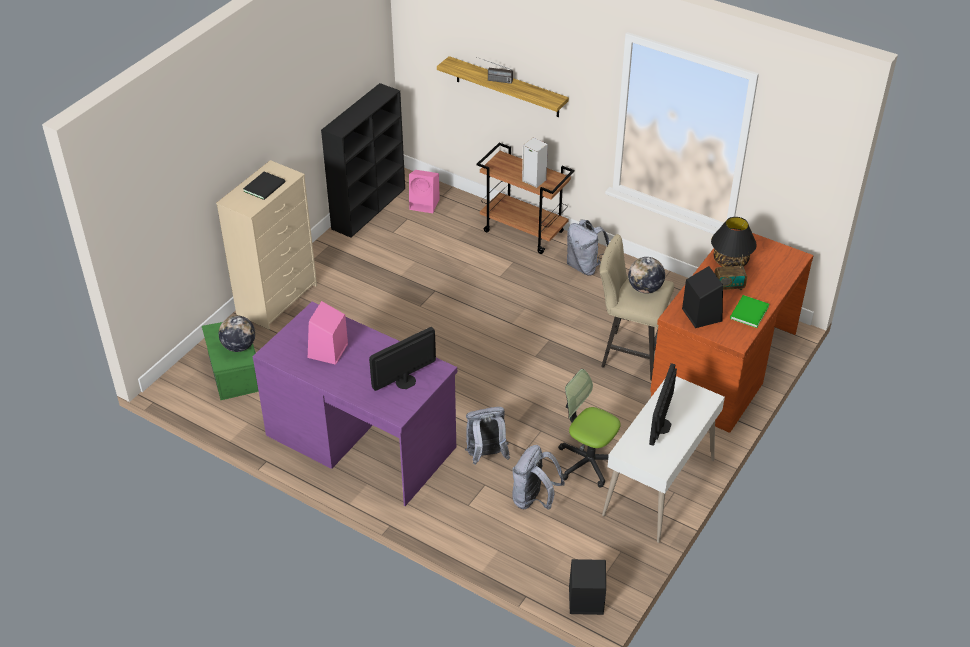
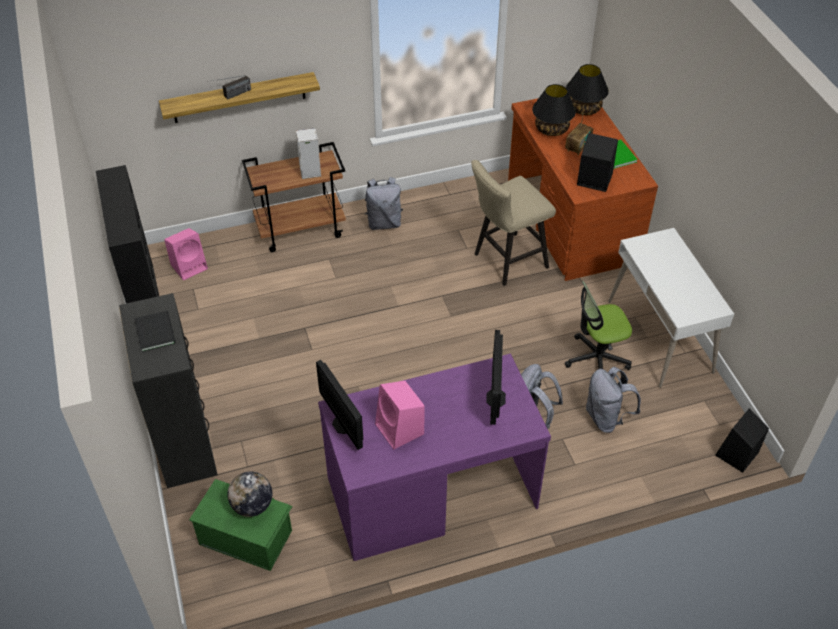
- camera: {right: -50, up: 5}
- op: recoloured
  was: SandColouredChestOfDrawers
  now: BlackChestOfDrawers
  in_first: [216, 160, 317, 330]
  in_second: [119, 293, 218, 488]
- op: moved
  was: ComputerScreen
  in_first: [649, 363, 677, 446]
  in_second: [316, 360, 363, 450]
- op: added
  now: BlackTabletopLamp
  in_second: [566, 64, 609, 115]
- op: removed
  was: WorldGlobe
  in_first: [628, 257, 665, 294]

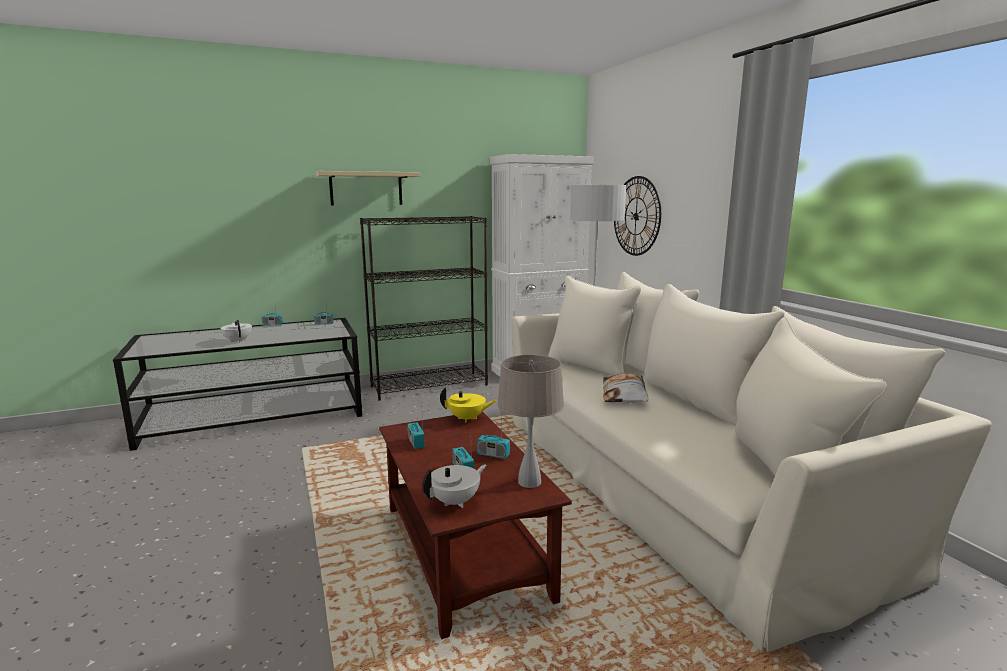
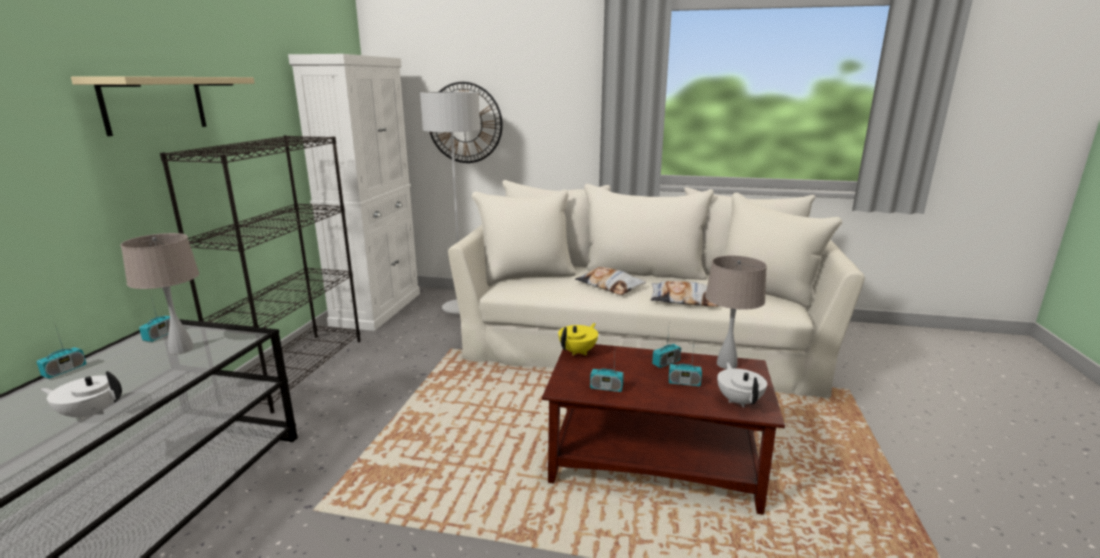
- camera: {right: -55, up: 5}
- op: added
  now: SandColouredTabletopLamp
  in_second: [120, 233, 199, 354]
- op: added
  now: Pillow
  in_second: [651, 281, 718, 306]

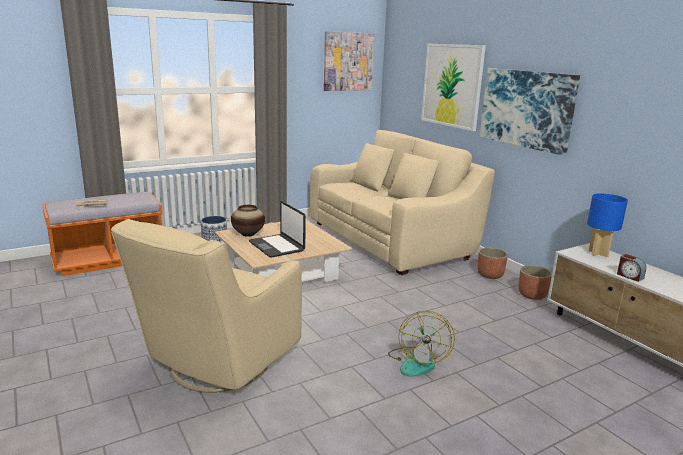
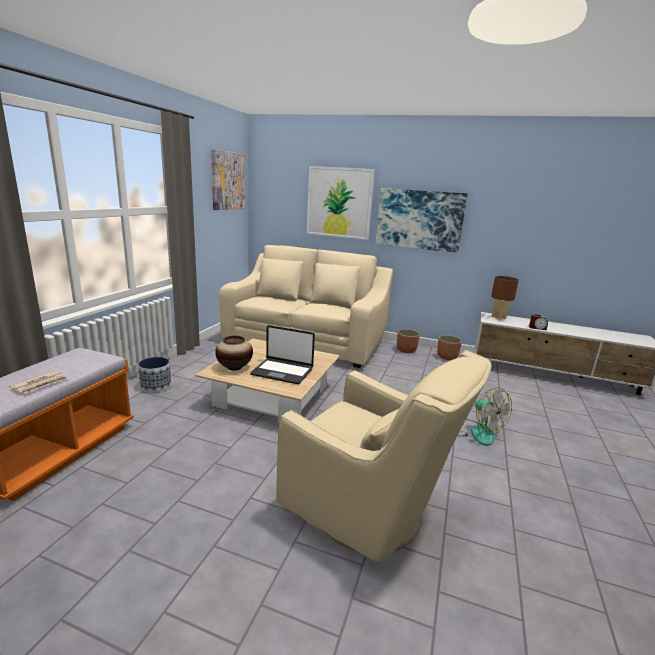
- camera: {right: -40, up: 0}
- op: turned
  was: SandColouredArmchair
  in_first: [111, 219, 302, 393]
  in_second: [276, 350, 492, 562]
  clockwise: -45
- op: recoloured
  was: BlueTabletopLamp
  now: BrownColouredTabletopLamp
  in_first: [587, 193, 628, 257]
  in_second: [491, 276, 519, 320]

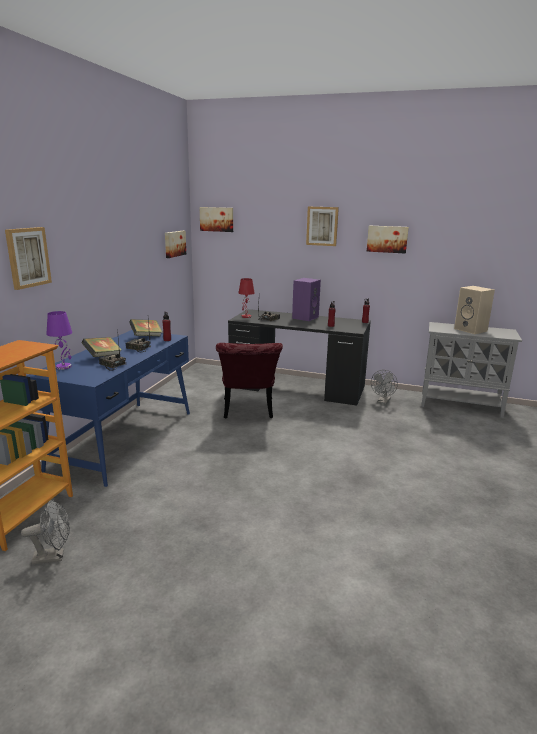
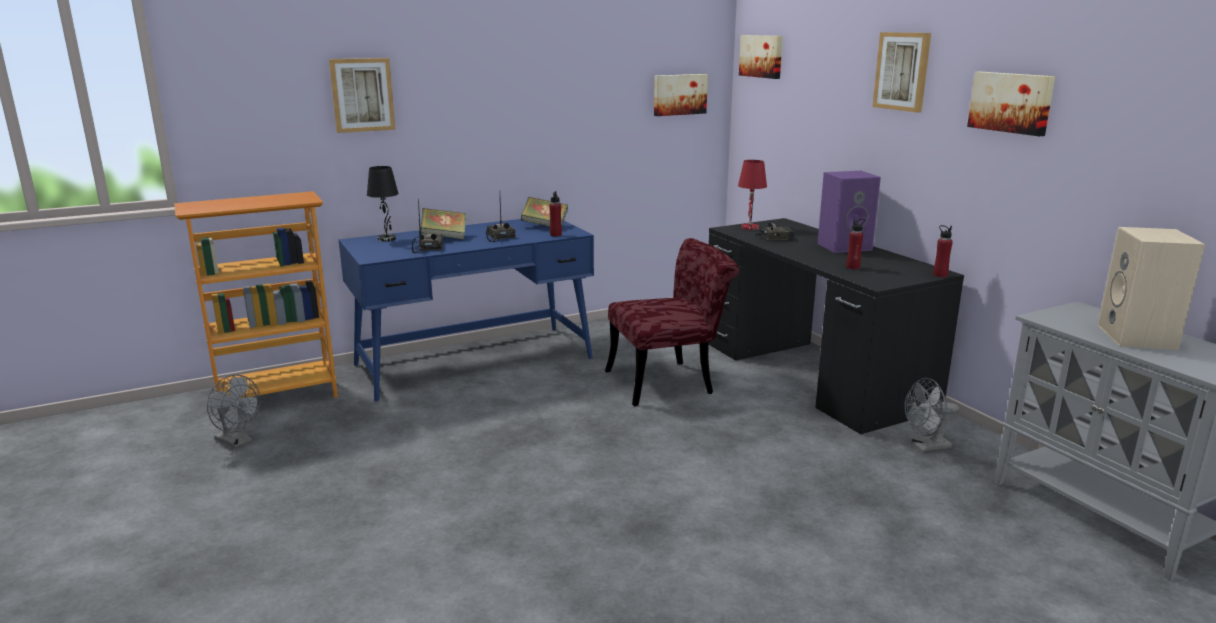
- camera: {right: 45, up: 0}
- op: recoloured
  was: PurpleTabletopLamp
  now: BlackTabletopLamp
  in_first: [46, 311, 72, 370]
  in_second: [367, 166, 399, 241]
- op: turned
  was: RedUprightChair
  in_first: [216, 343, 283, 418]
  in_second: [605, 238, 739, 406]
  clockwise: -150

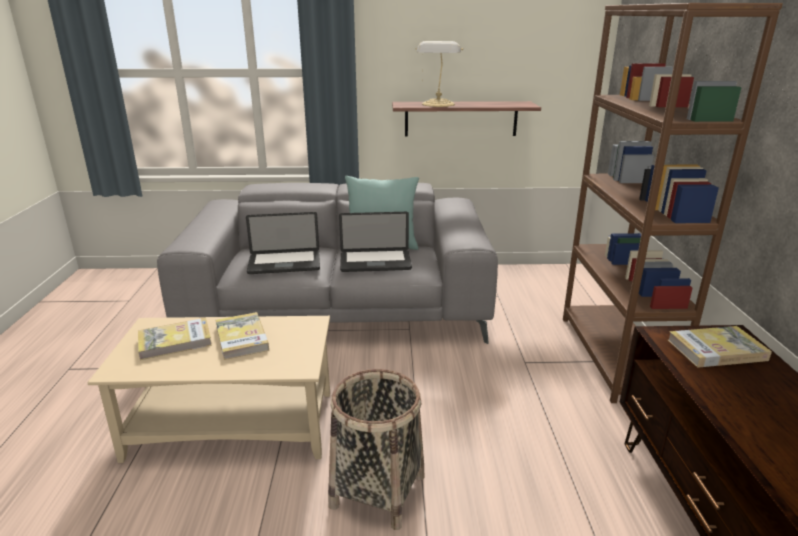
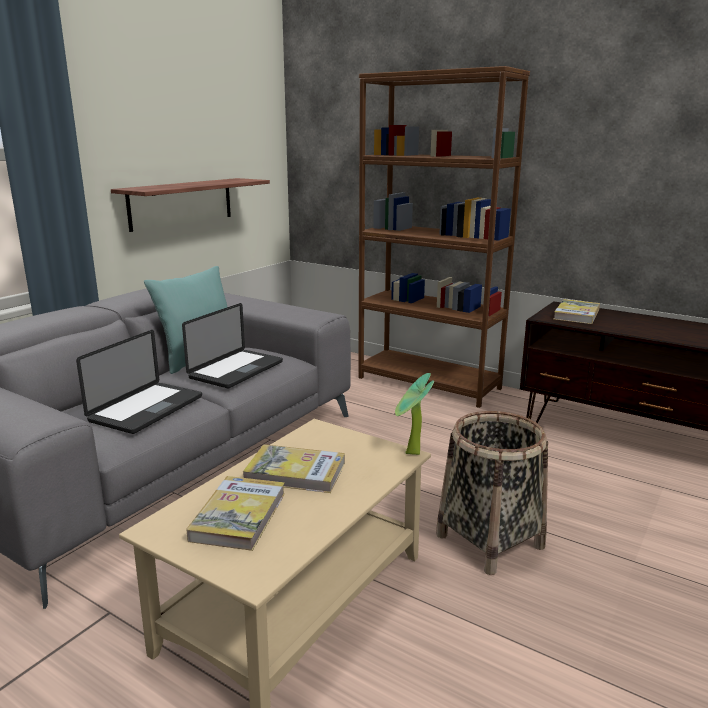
- camera: {right: -55, up: -5}
- op: added
  now: PlantInAPot
  in_second: [395, 373, 434, 455]
- op: removed
  was: TabletopLamp
  in_first: [415, 41, 464, 107]

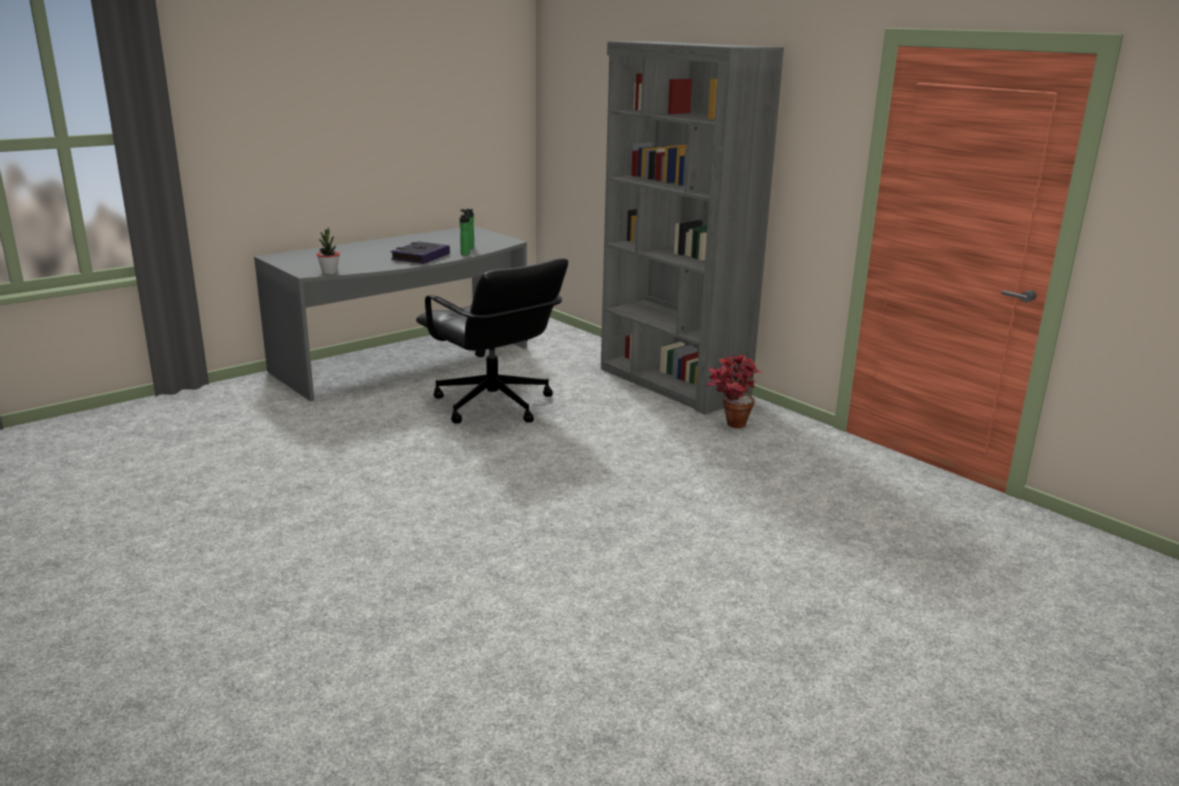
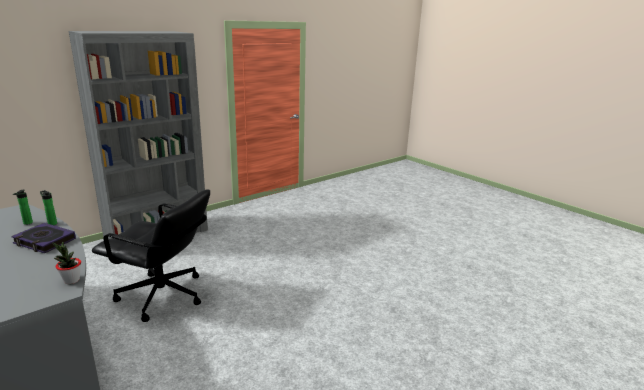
- camera: {right: -90, up: 0}
- op: turned
  was: BlackDeskChair
  in_first: [416, 258, 568, 424]
  in_second: [92, 189, 210, 322]
  clockwise: 60
- op: removed
  was: PlantInAPot
  in_first: [706, 355, 763, 428]

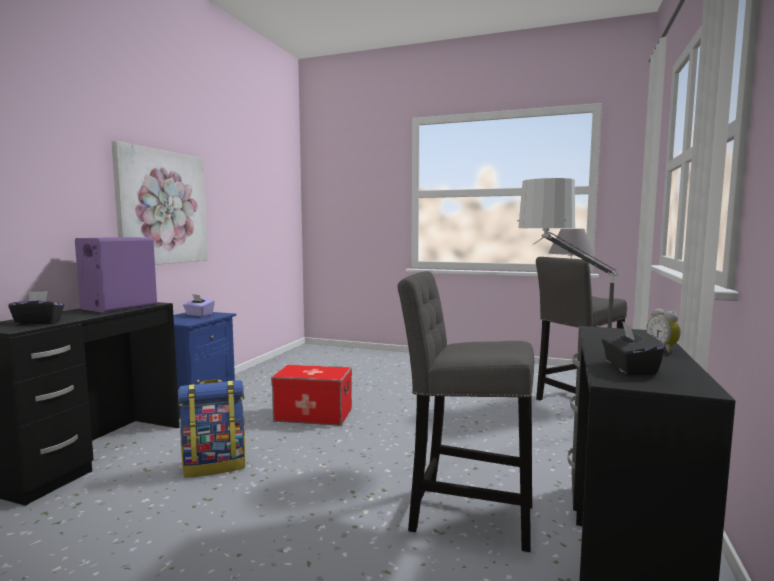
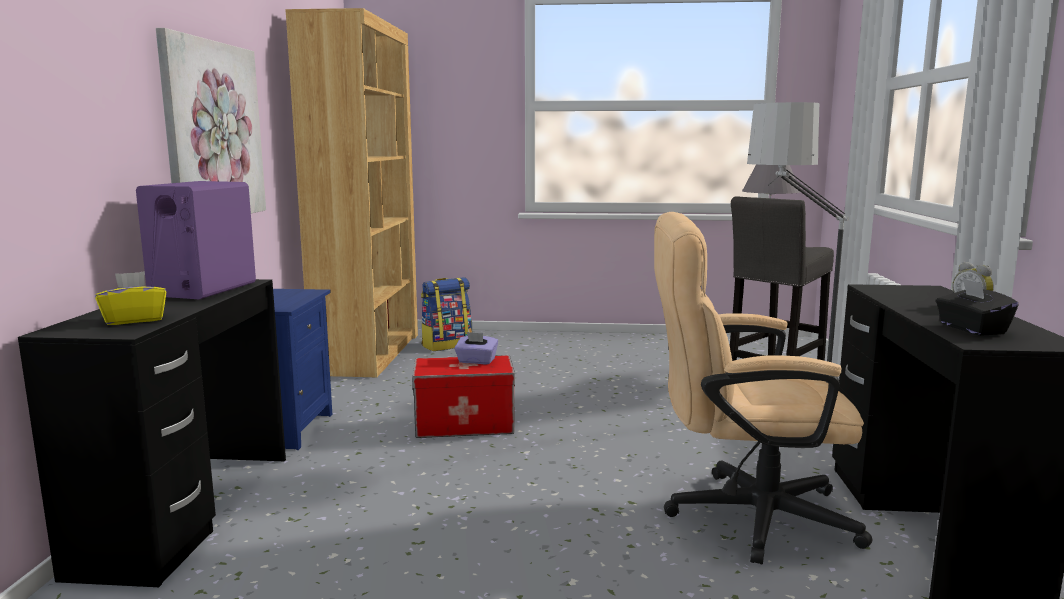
- camera: {right: -15, up: 5}
- op: recoloured
  was: BlackBoxOfTissues
  now: YellowishBoxOfTissues
  in_first: [8, 291, 64, 325]
  in_second: [95, 271, 166, 325]
- op: added
  now: BrownColouredBookcase
  in_second: [285, 8, 418, 377]
- op: moved
  was: Knapsack
  in_first: [178, 379, 246, 478]
  in_second: [421, 277, 472, 351]
- op: moved
  was: PurpleBoxOfTissues
  in_first: [183, 294, 215, 317]
  in_second: [454, 332, 499, 364]
- op: replaced
  was: GreyStoolSeat
  now: SandColouredDeskChair
  in_first: [398, 271, 534, 552]
  in_second: [654, 212, 872, 564]

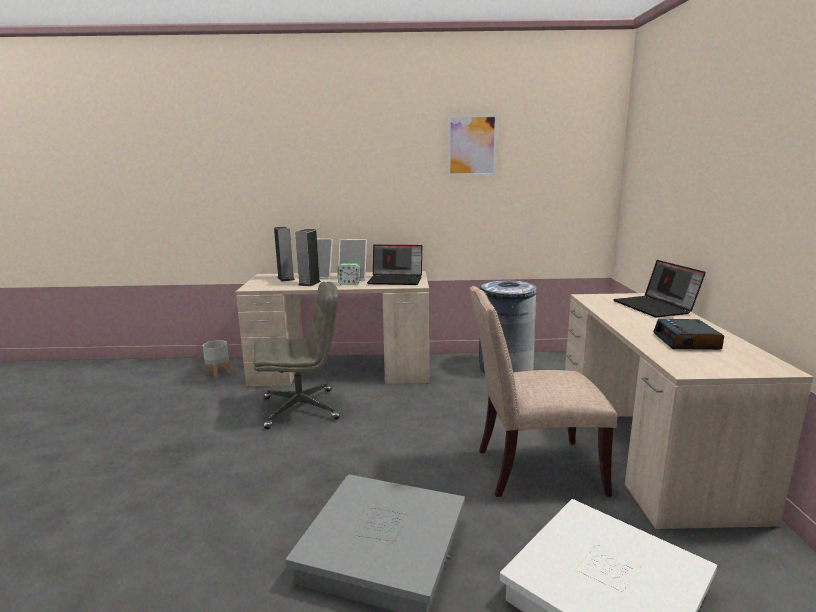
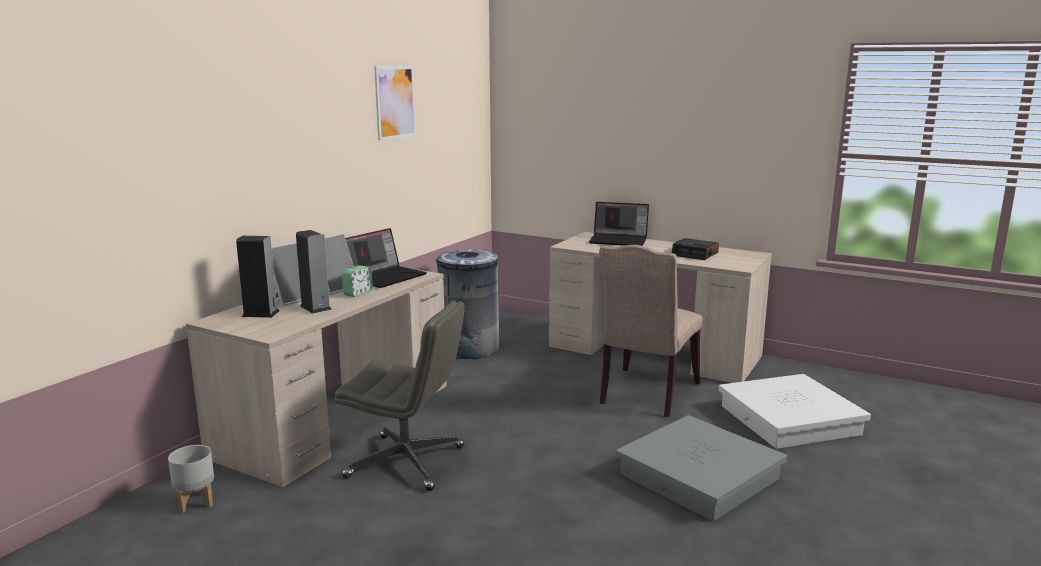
- camera: {right: -60, up: 0}
- op: turned
  was: GreyDeskChair
  in_first: [254, 282, 340, 429]
  in_second: [334, 301, 464, 491]
  clockwise: 90

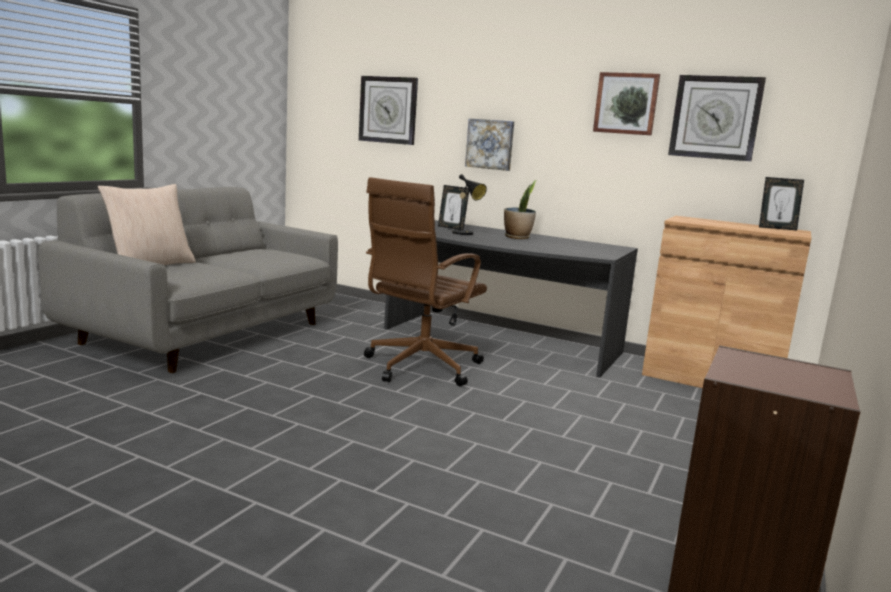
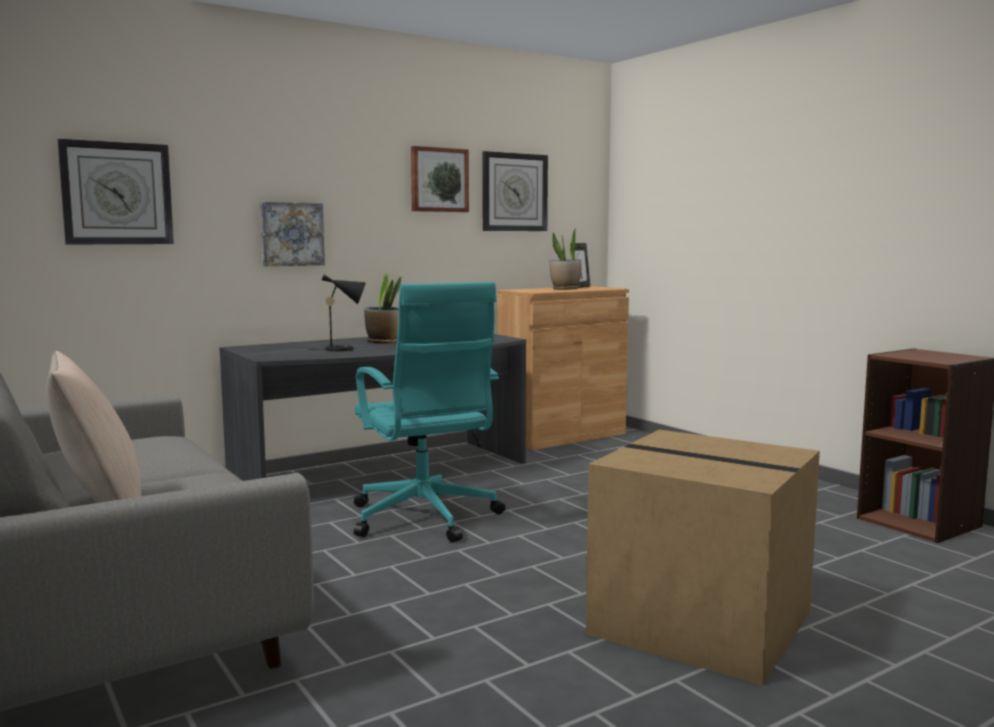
- camera: {right: -60, up: -5}
- op: recoloured
  was: BrownColouredDeskChair
  now: BlueGreenDeskChair
  in_first: [364, 177, 487, 386]
  in_second: [354, 282, 505, 543]
- op: added
  now: PlantInAPot
  in_second: [549, 228, 581, 290]
- op: added
  now: CardboardBox
  in_second: [586, 430, 820, 685]
- op: removed
  was: PictureFrame
  in_first: [438, 185, 469, 230]

